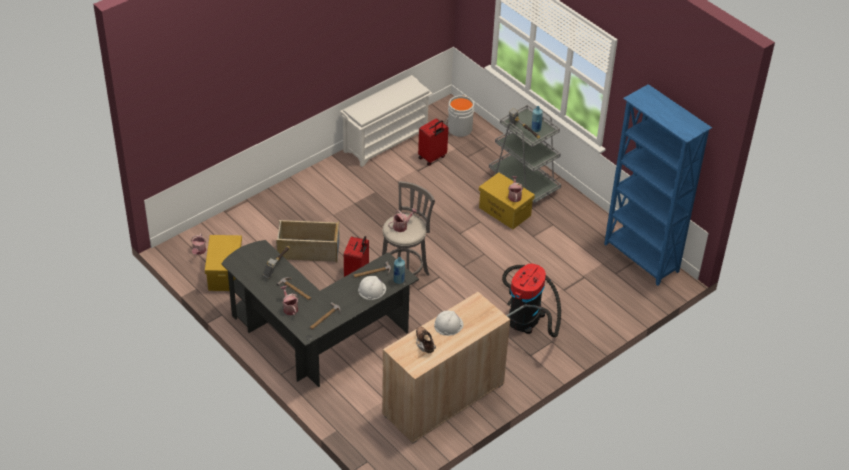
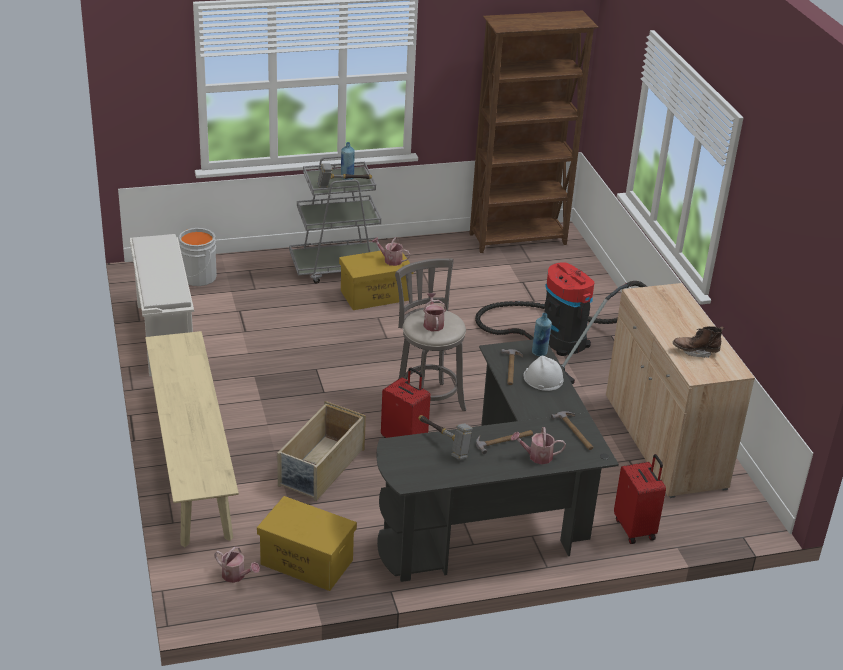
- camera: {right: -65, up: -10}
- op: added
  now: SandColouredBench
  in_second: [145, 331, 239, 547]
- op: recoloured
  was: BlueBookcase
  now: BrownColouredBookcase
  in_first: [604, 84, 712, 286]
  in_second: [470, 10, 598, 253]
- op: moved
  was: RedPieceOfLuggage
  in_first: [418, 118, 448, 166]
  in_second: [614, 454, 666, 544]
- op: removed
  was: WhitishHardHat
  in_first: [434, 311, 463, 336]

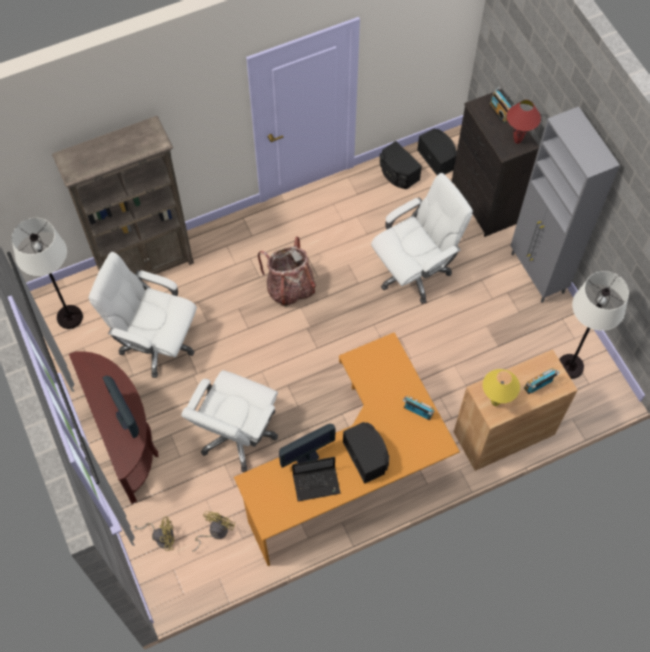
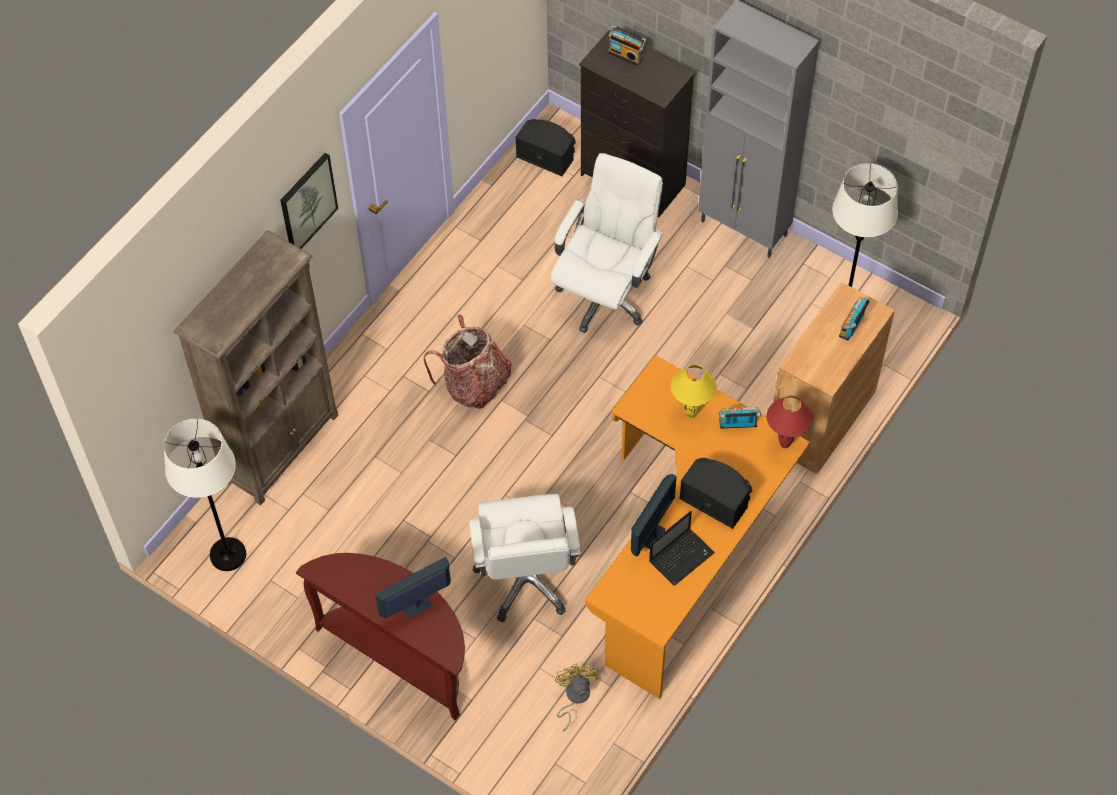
- camera: {right: -30, up: -5}
- op: added
  now: Picture
  in_second: [280, 153, 338, 249]
- op: turned
  was: ComputerScreen
  in_first: [103, 376, 139, 438]
  in_second: [375, 557, 451, 618]
  clockwise: 120
- op: moved
  was: YellowishTabletopLamp
  in_first: [483, 369, 520, 406]
  in_second: [671, 365, 717, 418]
- op: moved
  was: RedTabletopLamp
  in_first: [507, 100, 541, 144]
  in_second: [767, 395, 813, 448]
- op: removed
  was: WhitishDeskChair
  in_first: [88, 252, 197, 378]
- op: removed
  was: YellowishCoolingFan
  in_first: [135, 517, 174, 551]
- op: removed
  was: BlackSpeaker
  in_first: [380, 141, 422, 189]

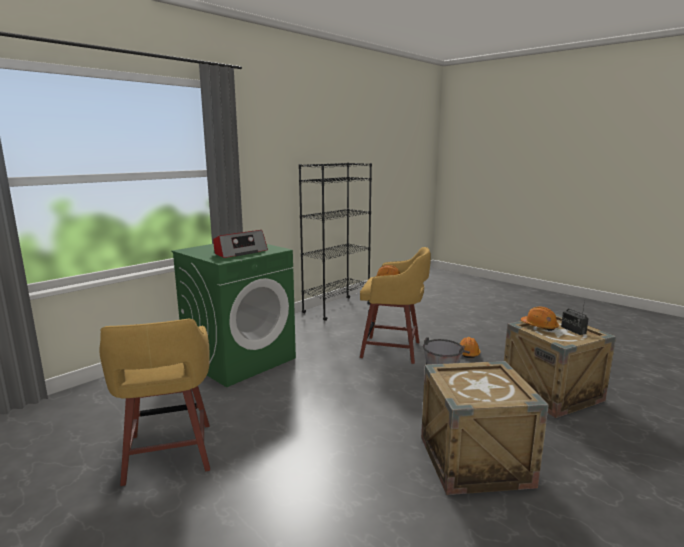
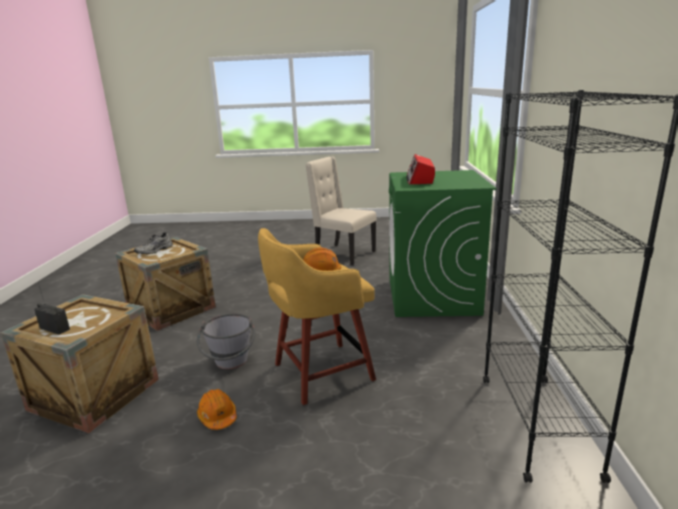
- camera: {right: 140, up: 5}
- op: added
  now: GreyItemOfFootwear
  in_second: [134, 232, 173, 254]
- op: replaced
  was: YellowishStoolSeat
  now: SandColouredUprightChair
  in_first: [99, 318, 210, 486]
  in_second: [306, 157, 377, 265]
- op: removed
  was: OrangeyHardHat
  in_first: [521, 307, 559, 331]

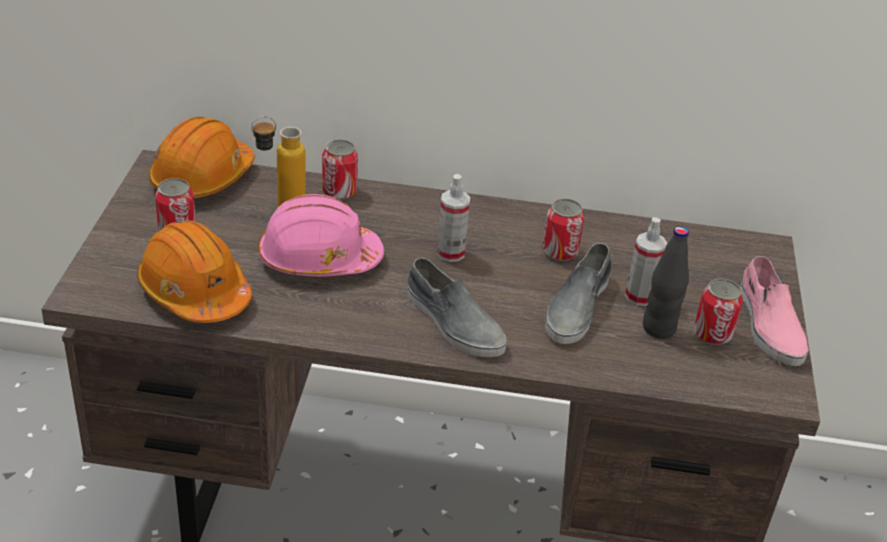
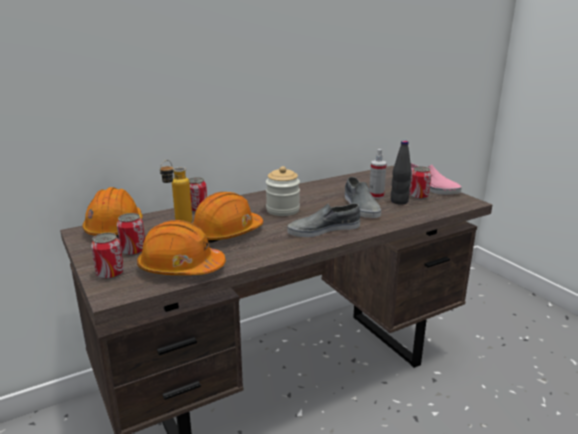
- camera: {right: -35, up: -15}
- op: moved
  was: SealedCan
  in_first: [542, 199, 584, 261]
  in_second: [91, 233, 124, 279]
- op: recoloured
  was: PinkHardHat
  now: OrangeyHardHat
  in_first: [258, 194, 384, 277]
  in_second: [193, 192, 263, 243]
- op: replaced
  was: HandSprayer
  now: StorageJar
  in_first: [437, 174, 470, 262]
  in_second: [266, 166, 300, 216]
- op: turned
  was: GreyItemOfFootwear
  in_first: [407, 258, 506, 357]
  in_second: [287, 203, 360, 237]
  clockwise: 150

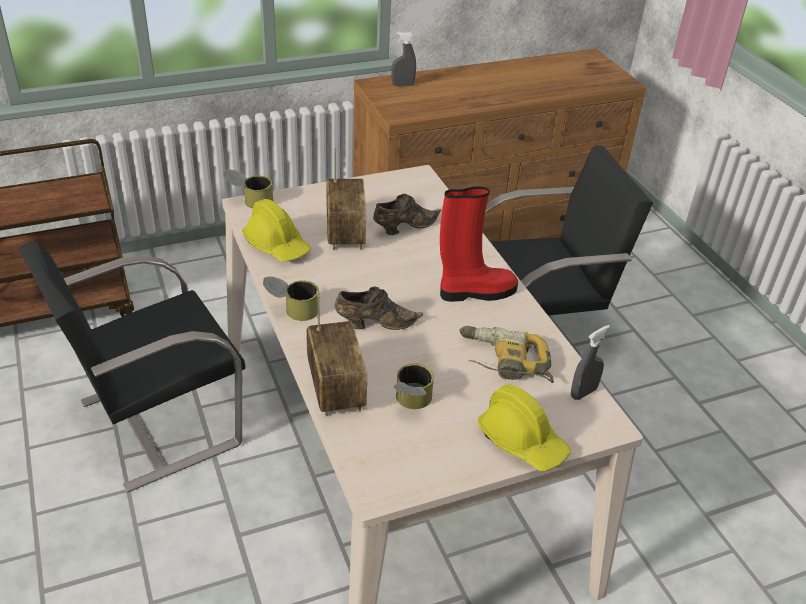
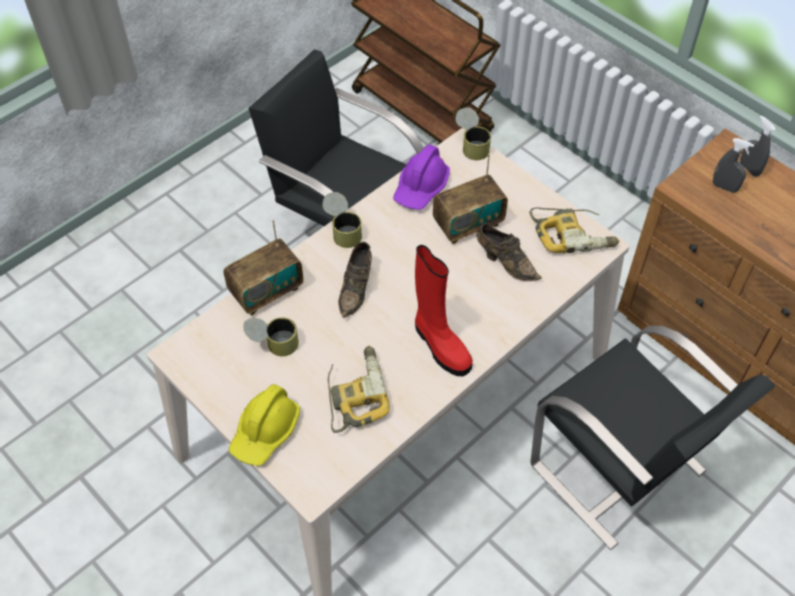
- camera: {right: 70, up: 15}
- op: turned
  was: BrownColouredItemOfFootwear
  in_first: [335, 286, 423, 330]
  in_second: [338, 242, 372, 318]
  clockwise: 45
- op: recoloured
  was: YellowishHardHat
  now: PurpleHardHat
  in_first: [242, 199, 311, 262]
  in_second: [393, 145, 450, 210]
- op: added
  now: PowerDrill
  in_second: [529, 207, 619, 254]
- op: moved
  was: GreyHandSprayer
  in_first: [571, 325, 610, 400]
  in_second: [713, 138, 754, 193]

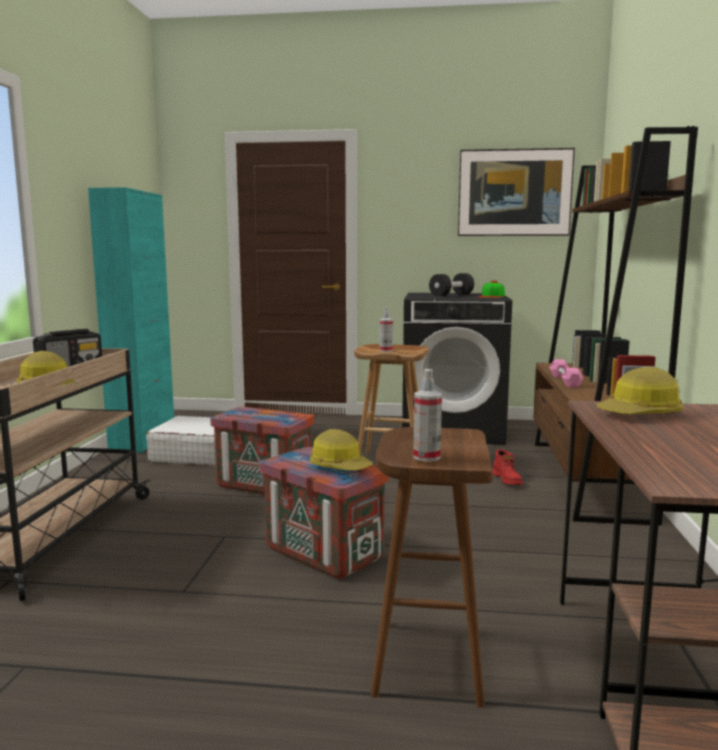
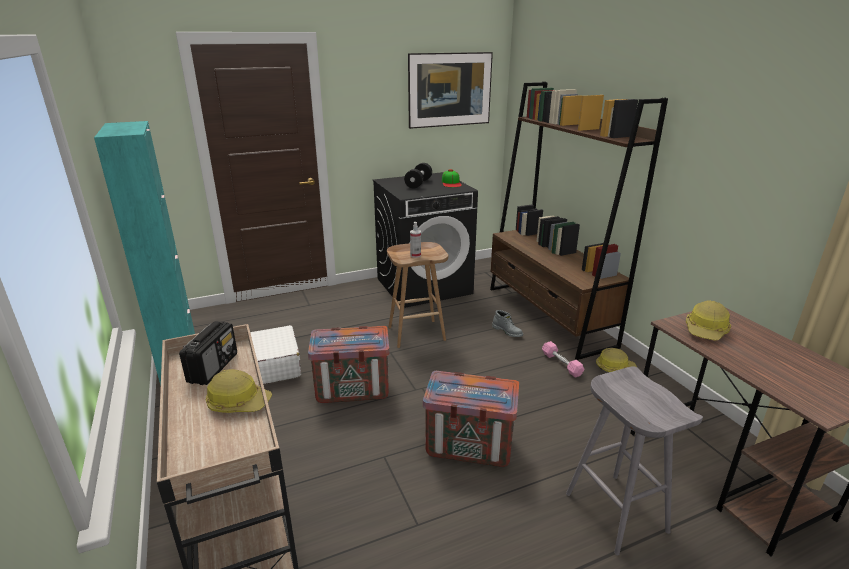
- camera: {right: -30, up: 15}
- op: recoloured
  was: RedBoot
  now: GreyBoot
  in_first: [492, 449, 523, 485]
  in_second: [492, 310, 523, 337]
- op: moved
  was: PinkFreeWeight
  in_first: [549, 359, 584, 387]
  in_second: [542, 341, 584, 378]
- op: recoloured
  was: BrownColouredStoolSeat
  now: GreyStoolSeat
  in_first: [371, 427, 493, 707]
  in_second: [566, 366, 703, 555]
- op: moved
  was: HardHat
  in_first: [310, 429, 373, 471]
  in_second: [596, 348, 637, 372]
- op: removed
  was: HandSprayer
  in_first: [413, 369, 442, 462]

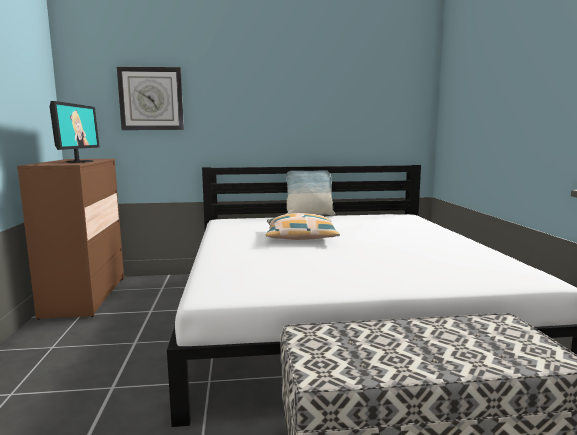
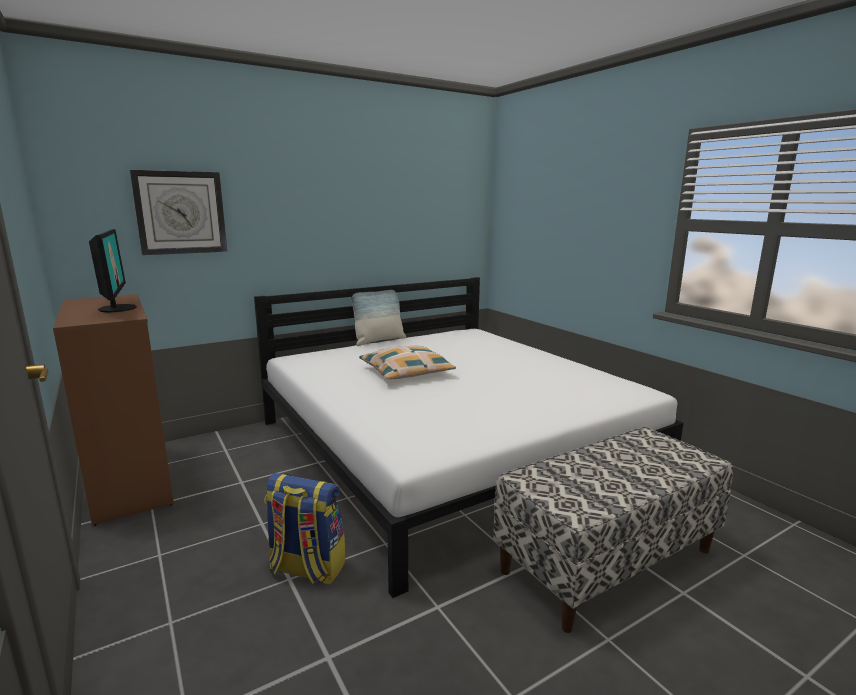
- camera: {right: -25, up: 5}
- op: added
  now: Knapsack
  in_second: [265, 473, 345, 585]

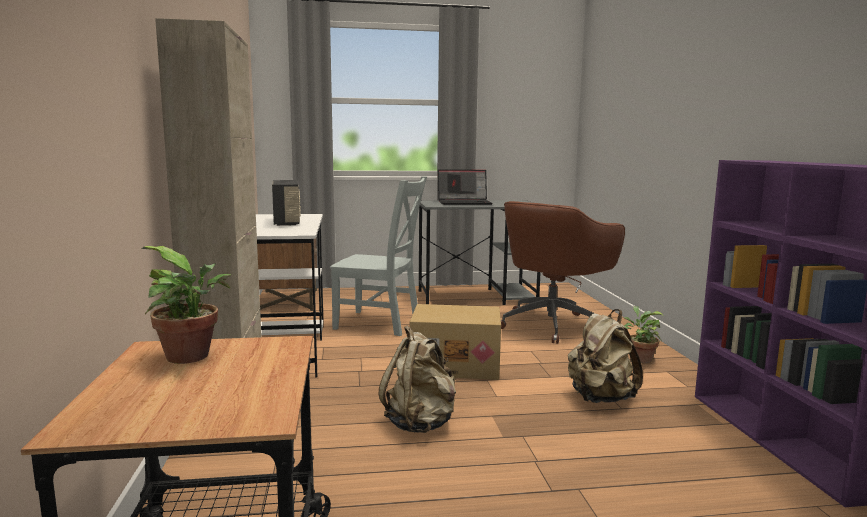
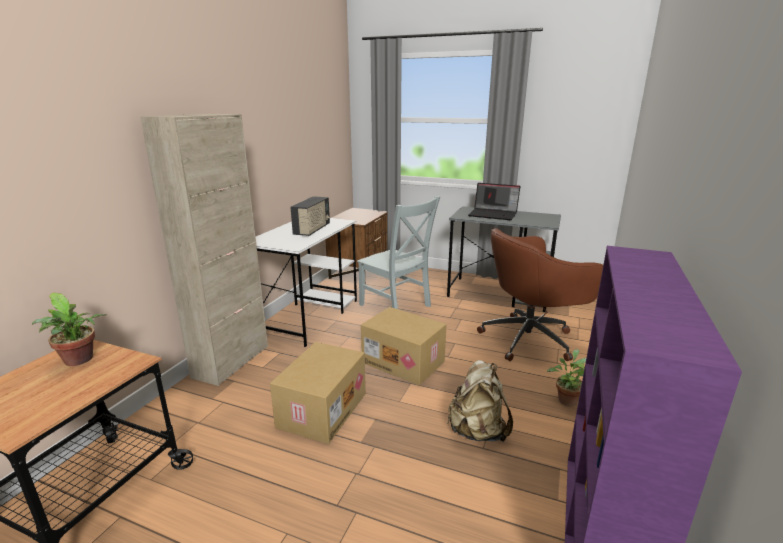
- camera: {right: 30, up: 10}
- op: replaced
  was: SandColouredKnapsack
  now: CardboardBox
  in_first: [379, 325, 456, 433]
  in_second: [270, 342, 366, 444]

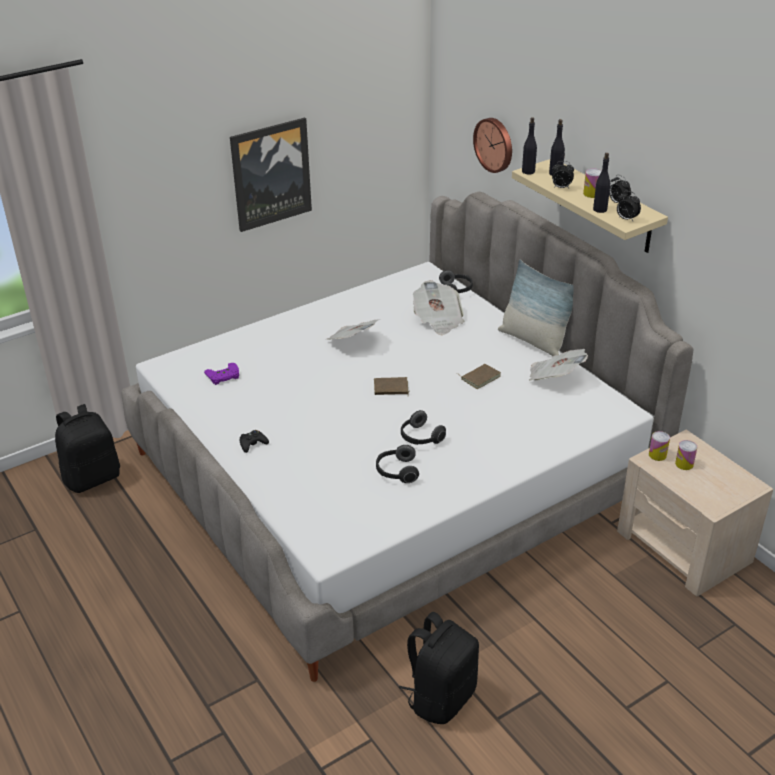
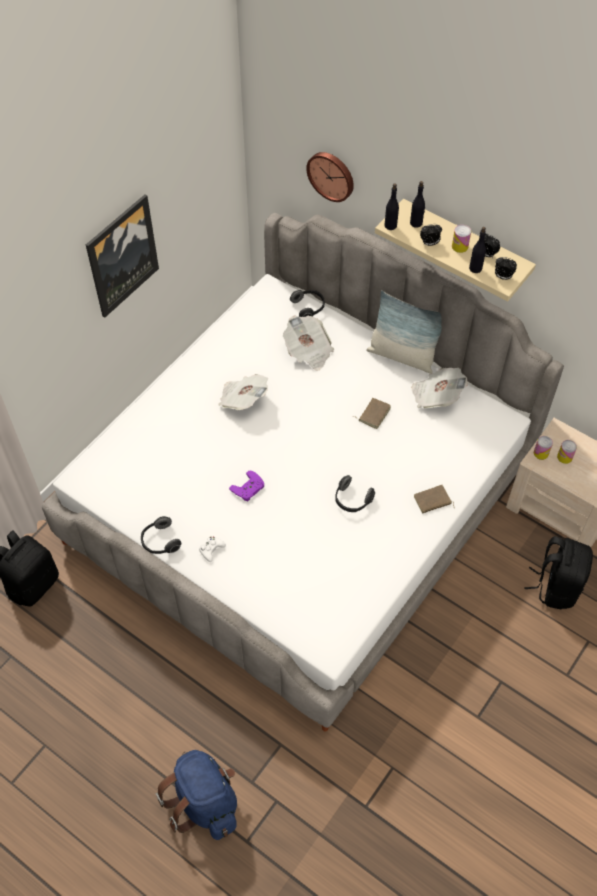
- camera: {right: -20, up: 20}
- op: moved
  was: Headphones
  in_first: [376, 445, 419, 483]
  in_second: [141, 516, 181, 554]
- op: added
  now: BlueKnapsack
  in_second: [156, 750, 237, 840]
- op: recoloured
  was: BlackGameController
  now: WhitishGameController
  in_first: [240, 430, 269, 453]
  in_second: [199, 536, 226, 562]
- op: moved
  was: PurpleGameController
  in_first: [204, 363, 239, 385]
  in_second: [229, 471, 264, 502]
- op: moved
  was: BrownColouredBook
  in_first: [374, 377, 410, 395]
  in_second: [414, 485, 455, 513]
- op: moved
  was: BlackKnapsack
  in_first: [399, 612, 479, 724]
  in_second: [524, 536, 593, 609]

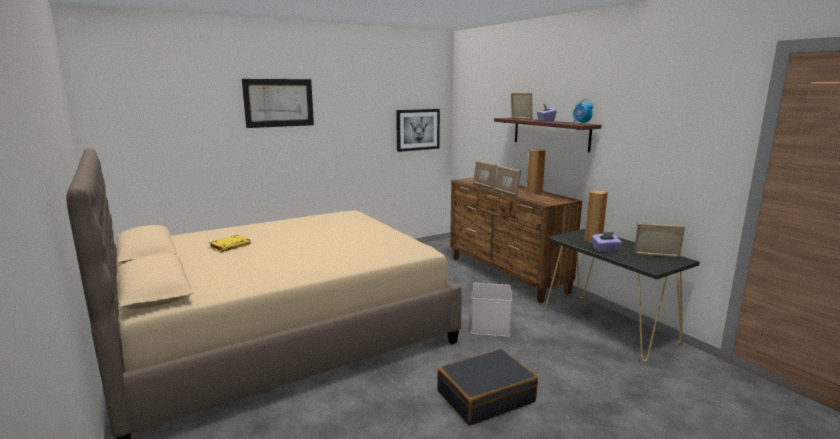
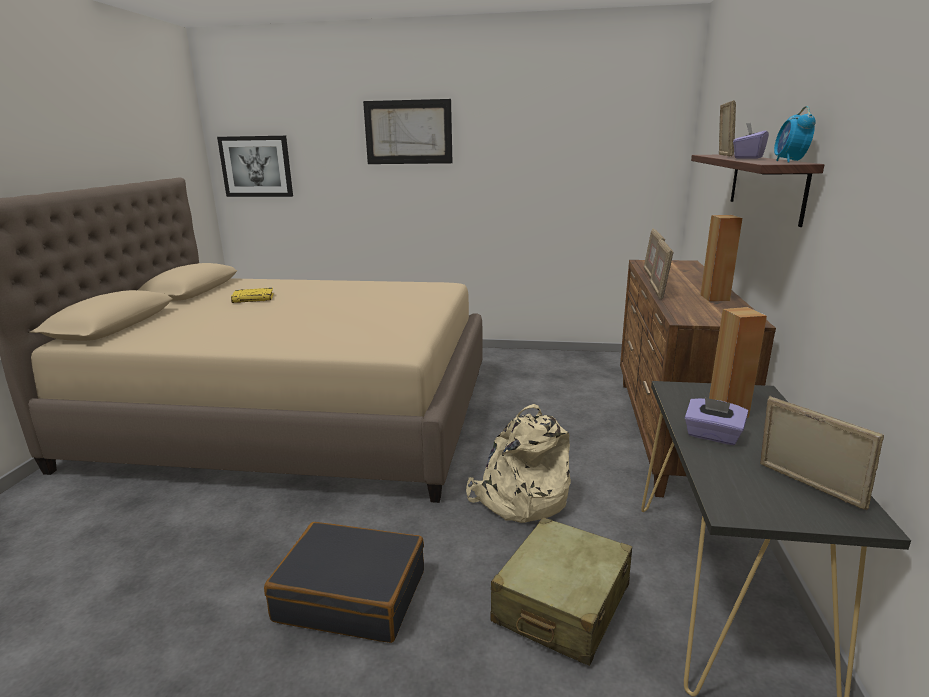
- camera: {right: 40, up: 5}
- op: moved
  was: Picture
  in_first: [396, 109, 440, 152]
  in_second: [217, 136, 293, 197]
- op: replaced
  was: WhitishStorageContainer
  now: SandColouredKnapsack
  in_first: [471, 283, 512, 337]
  in_second: [466, 404, 571, 523]
- op: added
  now: SandColouredPieceOfLuggage
  in_second: [490, 517, 632, 666]

